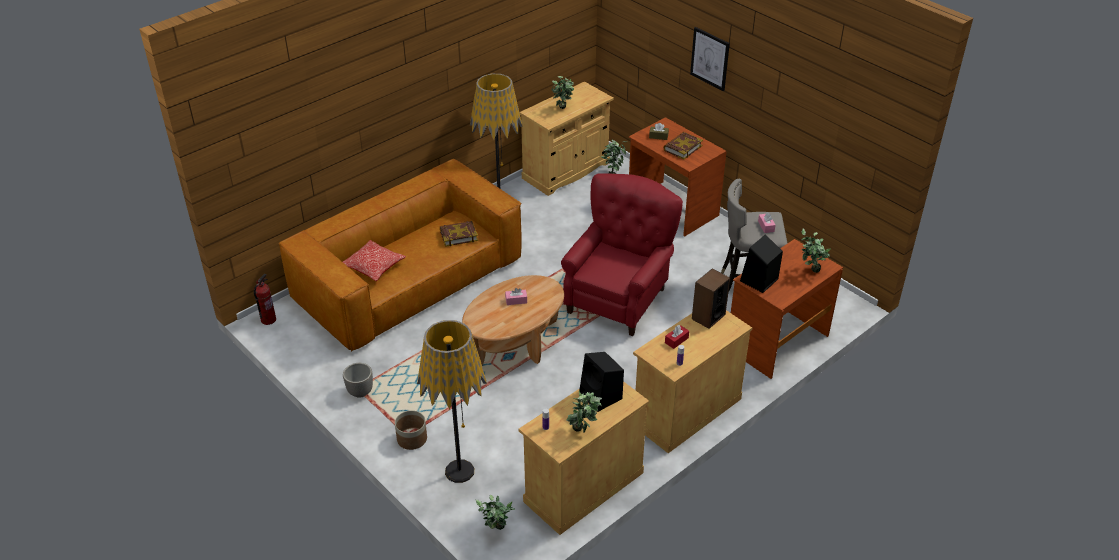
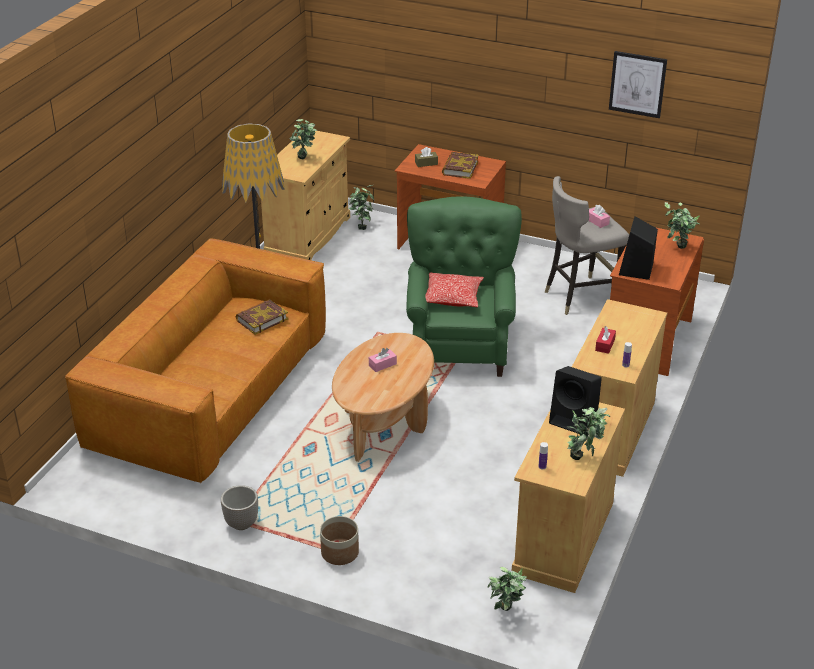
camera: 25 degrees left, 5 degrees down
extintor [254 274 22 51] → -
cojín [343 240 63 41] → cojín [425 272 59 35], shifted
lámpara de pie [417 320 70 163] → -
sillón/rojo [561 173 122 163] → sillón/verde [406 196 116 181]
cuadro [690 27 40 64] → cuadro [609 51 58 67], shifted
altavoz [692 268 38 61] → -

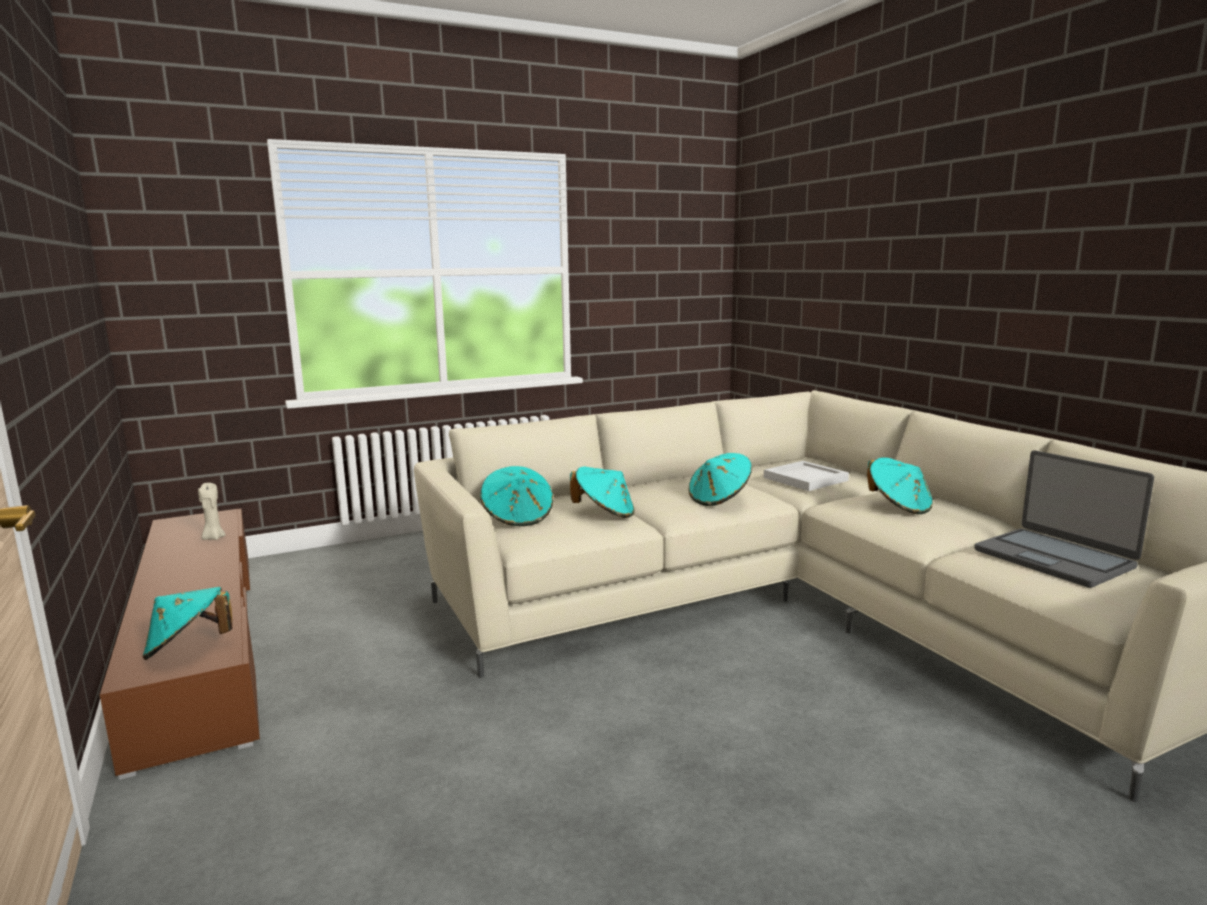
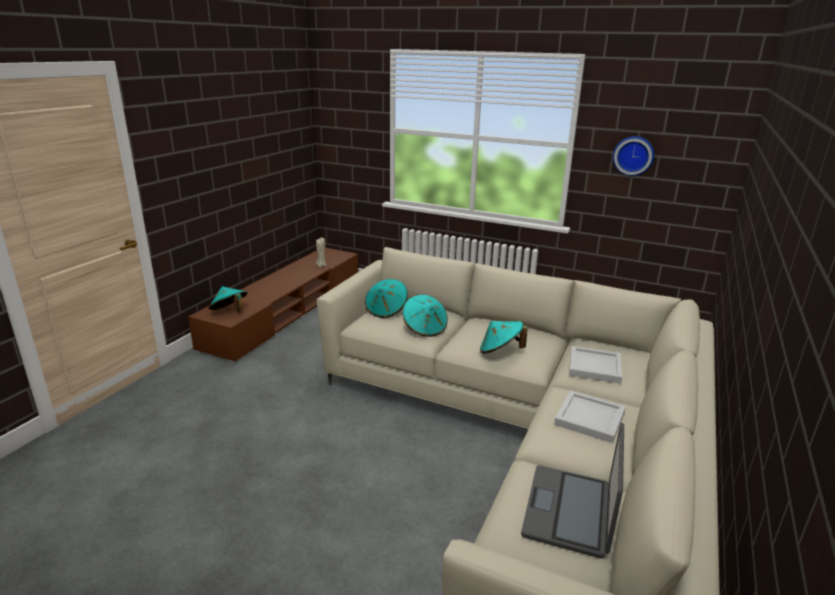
camera: 50 degrees right, 10 degrees up
sombrero/turquesa [867 458 66 56] → bandeja/blanco [554 390 72 53]
- → reloj de pared [613 136 41 40]

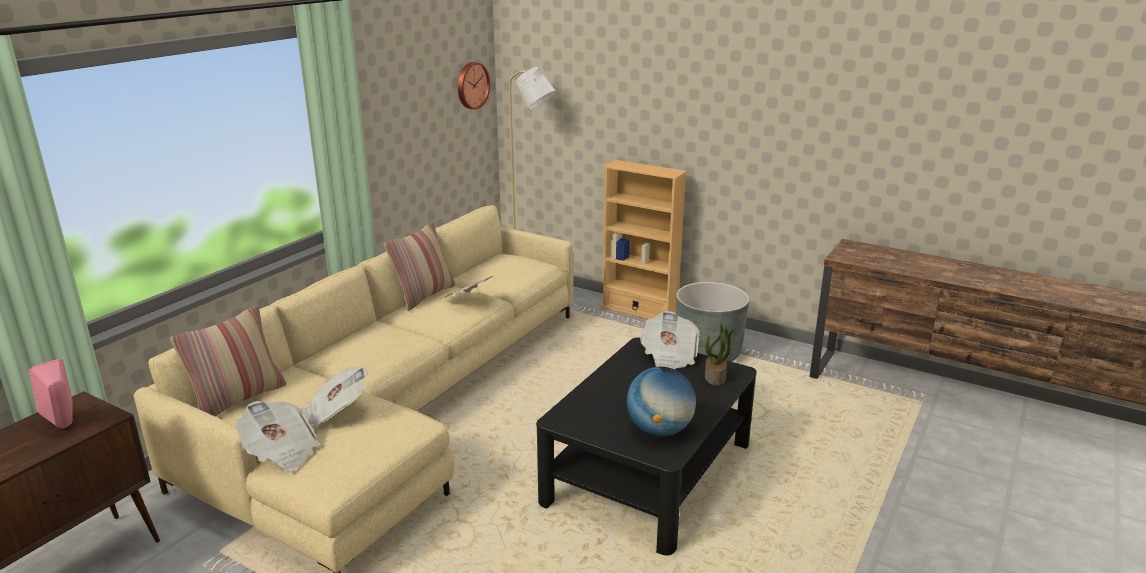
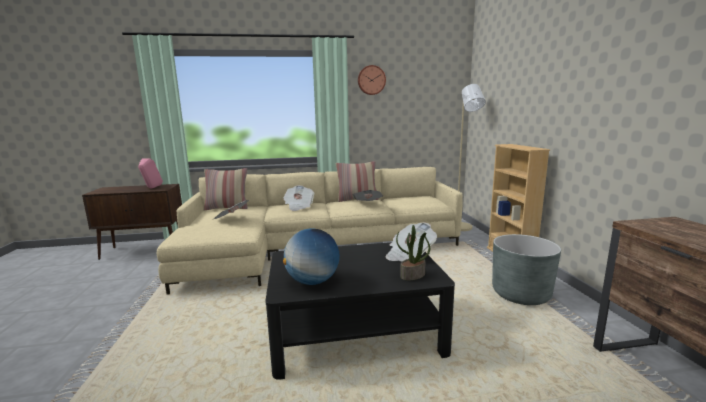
camera: 50 degrees right, 10 degrees down
periódico [235 401 84 70] → periódico [283 185 32 26], shifted
reloj de pared [458 62 32 48] → reloj de pared [358 65 28 30], shifted

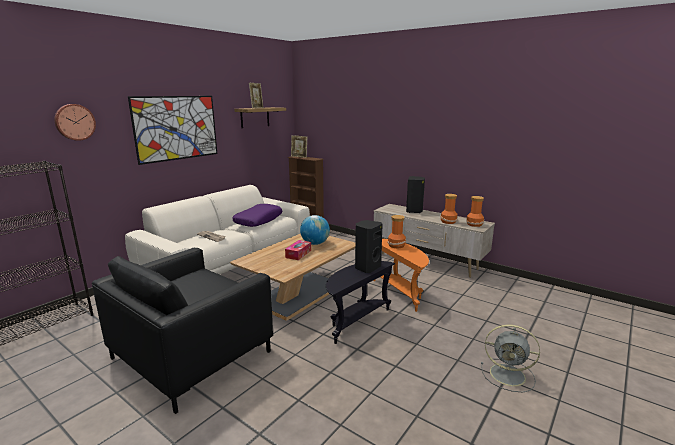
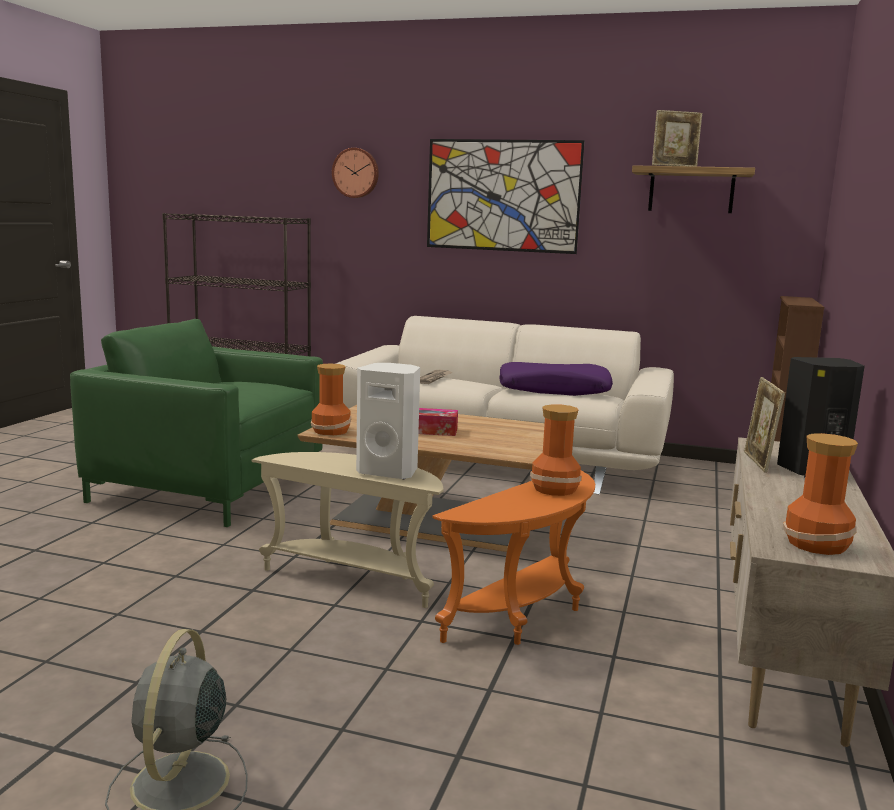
camera: 70 degrees right, 5 degrees down
sillón/negro [92 248 181 166] → sillón/verde [70 319 253 208]
portarretratos [291 135 16 23] → portarretratos [744 377 41 96], shifted
globo terráqueo [300 215 30 30] → -
mesa auxiliar/negro [326 261 69 83] → mesa auxiliar/beis [252 452 192 156]
altavoz/negro [355 220 28 53] → altavoz/blanco [356 363 64 116]
florero [440 194 18 30] → florero [311 364 40 71], shifted

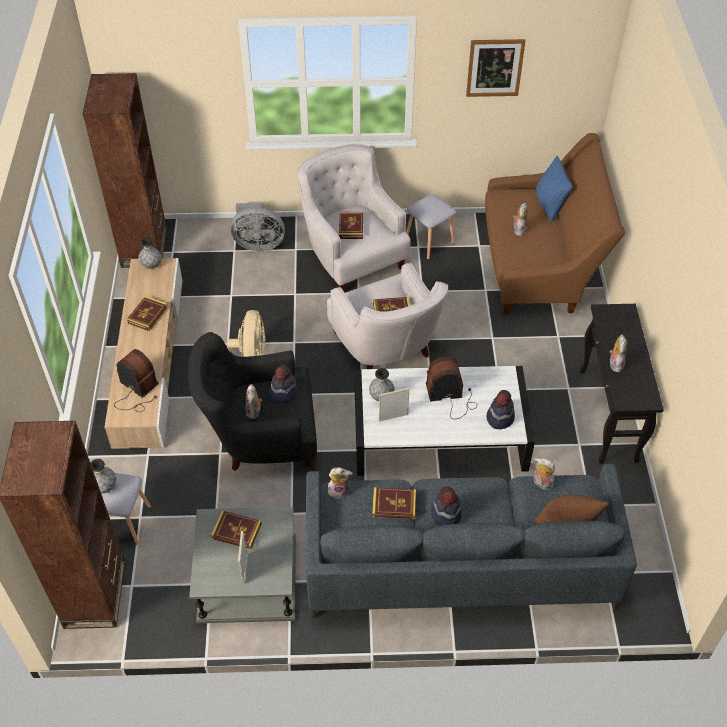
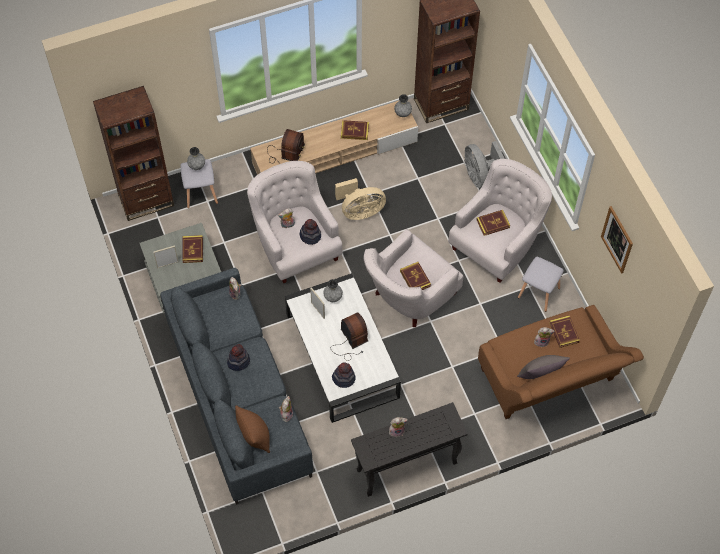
camera: 70 degrees right, 10 degrees up
sillón/negro [188 332 129 139] → sillón/blanco [247 161 96 122]
libro [372 487 44 32] → libro [549 316 31 32], shifted
cojín/azul [536 156 37 66] → -
- → cojín/gris [517 355 53 24]

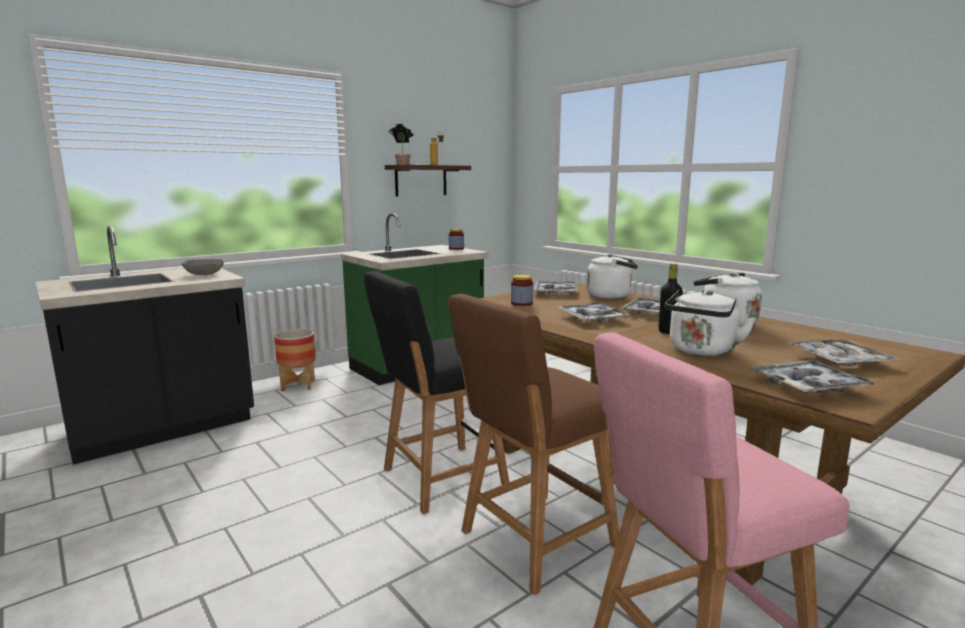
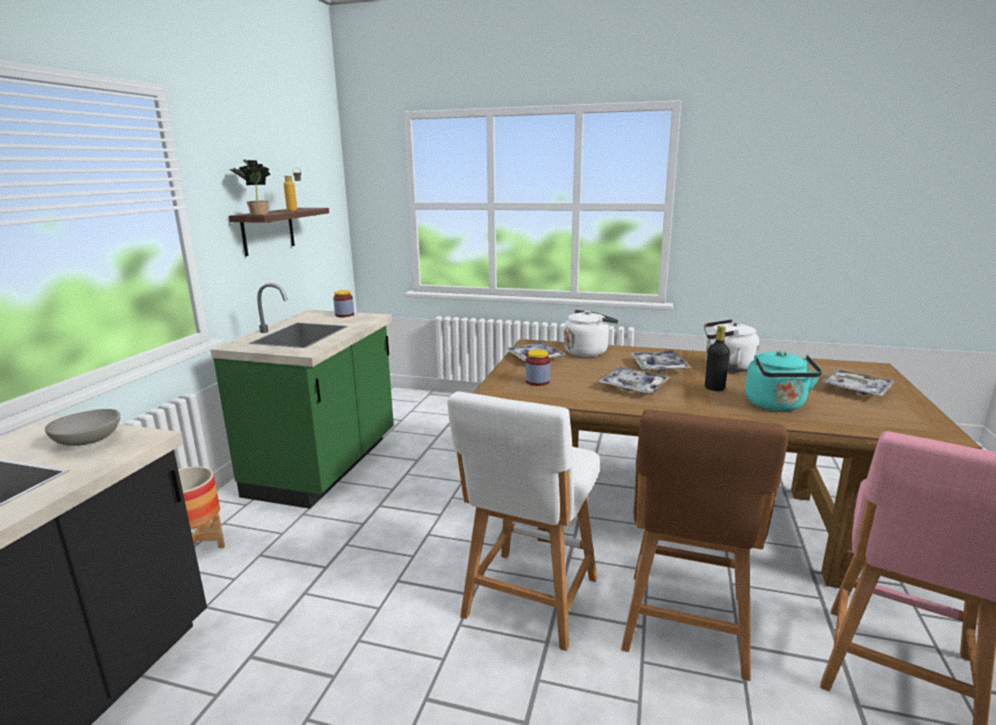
camera: 35 degrees left, 5 degrees up
taburete/negro [364 271 145 243] → taburete/blanco [447 391 153 260]
hervidor/blanco [665 289 90 67] → hervidor/turquesa [745 351 77 60]
bandeja [751 360 125 34] → -

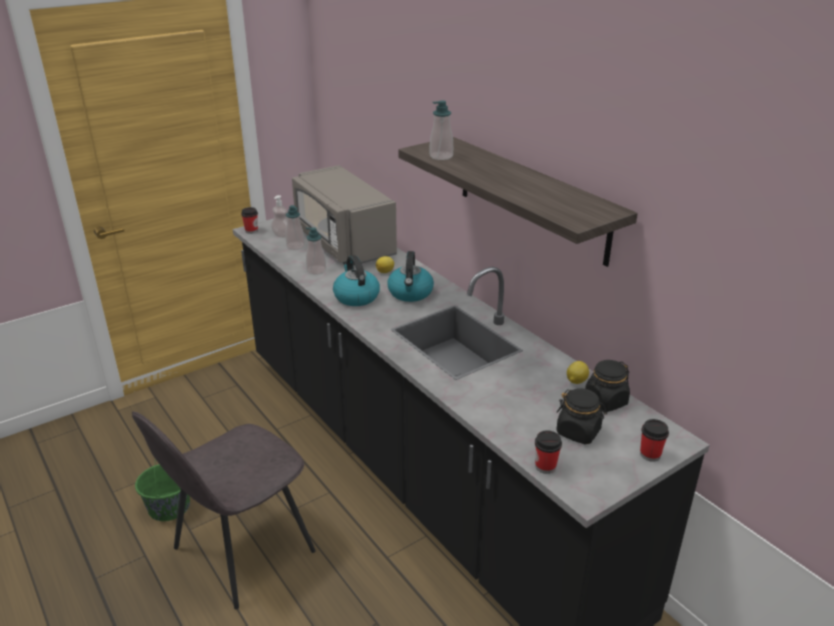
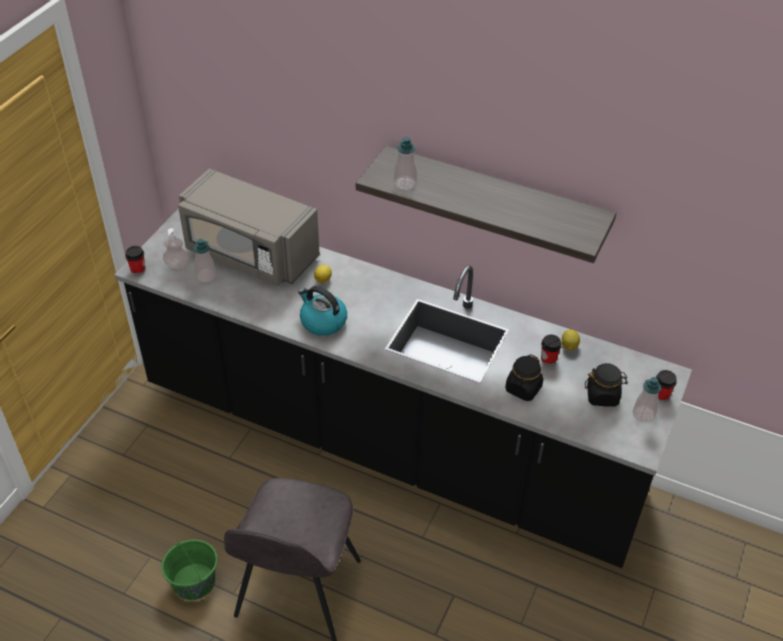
camera: 30 degrees left, 15 degrees up
dispensador de jabón [306 227 20 48] → dispensador de jabón [633 377 28 46], shifted
hervidor [387 251 47 51] → -
taza [535 430 27 44] → taza [541 335 21 31], shifted
tarro/negro [585 360 45 52] → tarro/negro [505 354 38 47], shifted

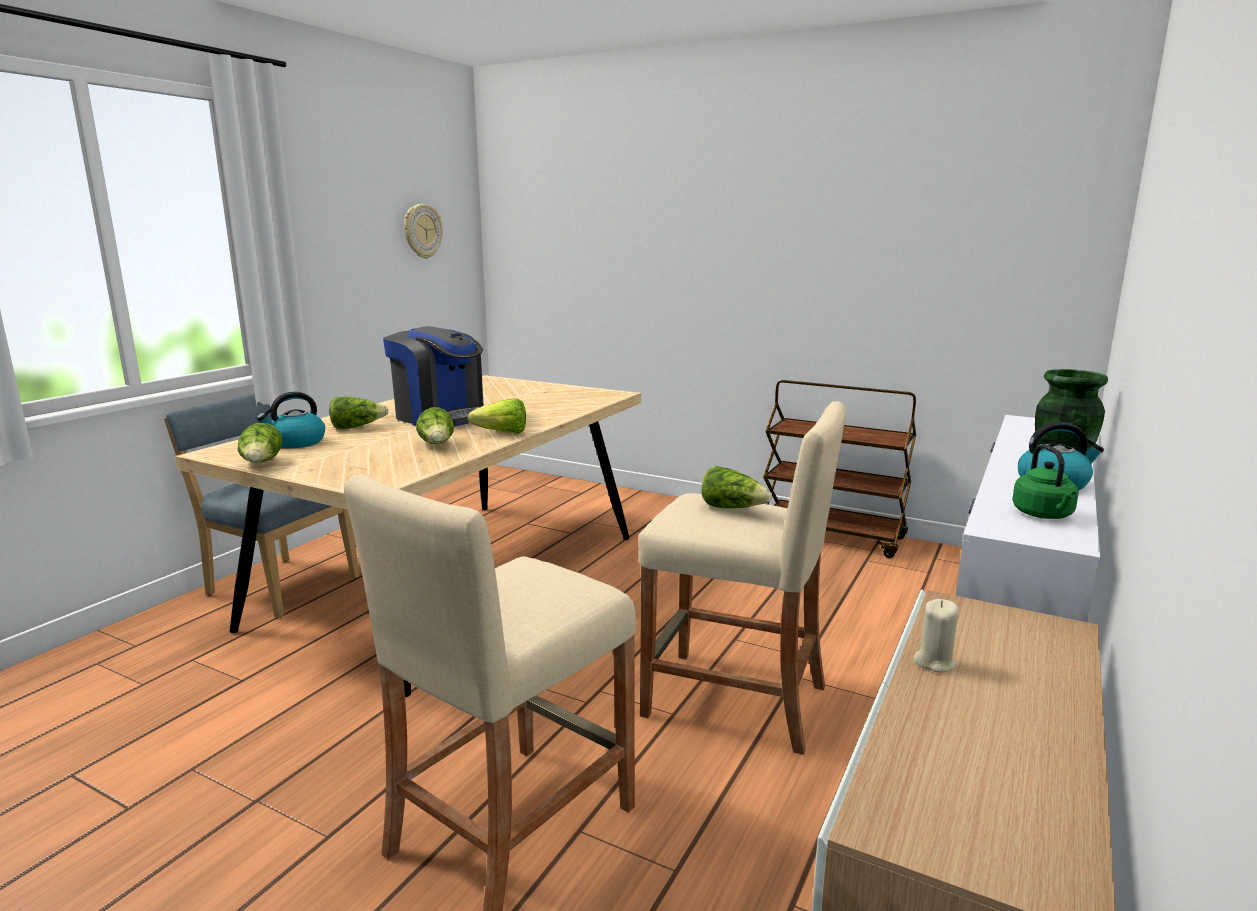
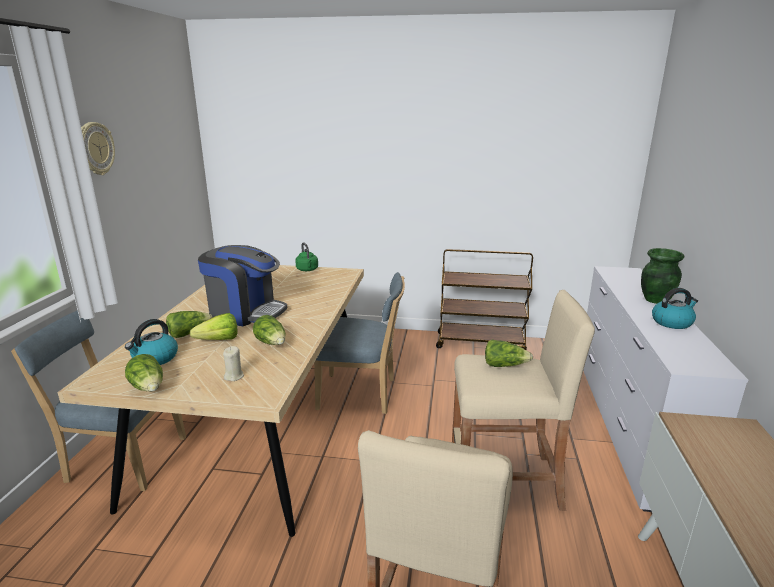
camera: 20 degrees left, 5 degrees up
reloj de pared [404 204 39 55] → reloj de pared [81 122 34 53], shifted
lechuga [468 399 58 35] → lechuga [190 313 47 27], shifted
vela/beis [914 599 45 74] → vela/beis [223 346 21 35], shifted
hervidor/verde [1012 444 67 75] → hervidor/verde [295 242 23 29], shifted
- → silla/azul [314 272 91 142]

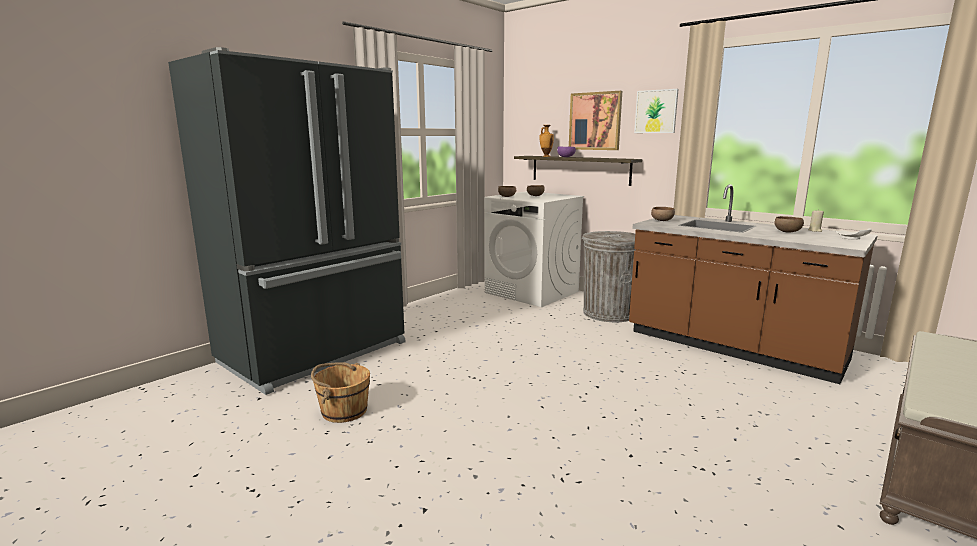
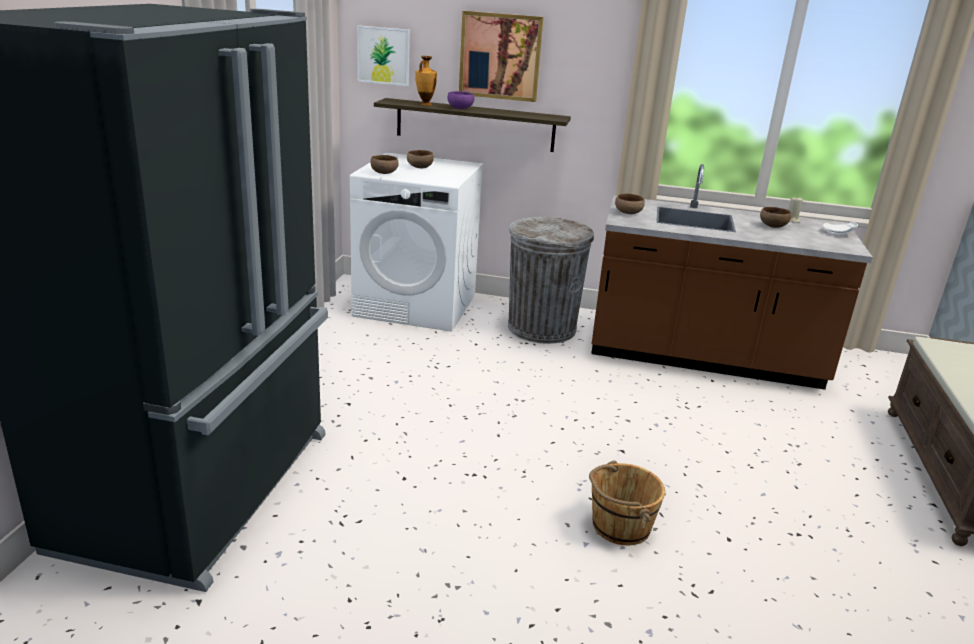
camera: 30 degrees left, 10 degrees up
cubo/marrón [311 362 59 61] → cubo/marrón [589 460 76 85], shifted
cuadro [634 89 44 44] → cuadro [357 25 53 61], shifted

